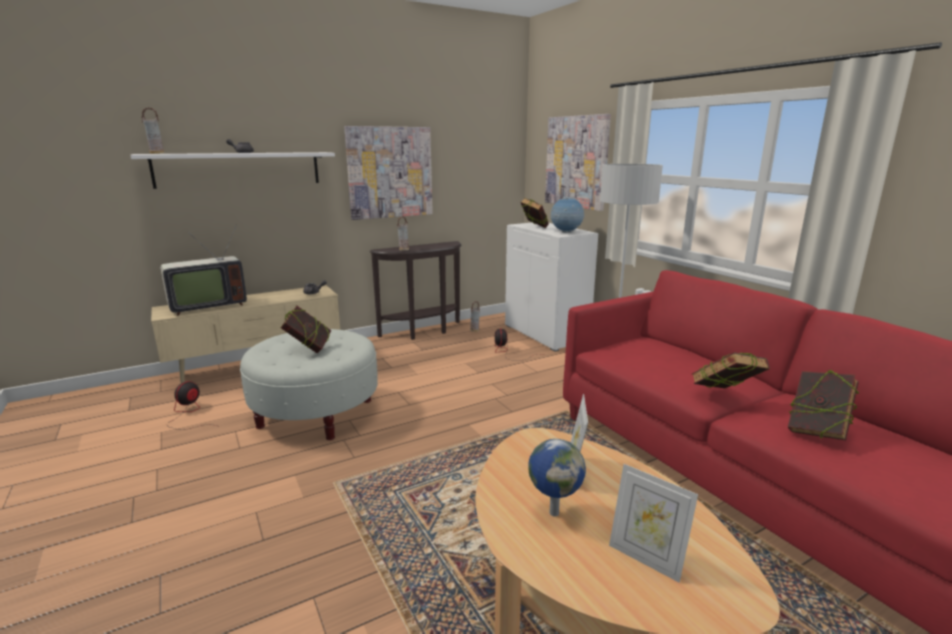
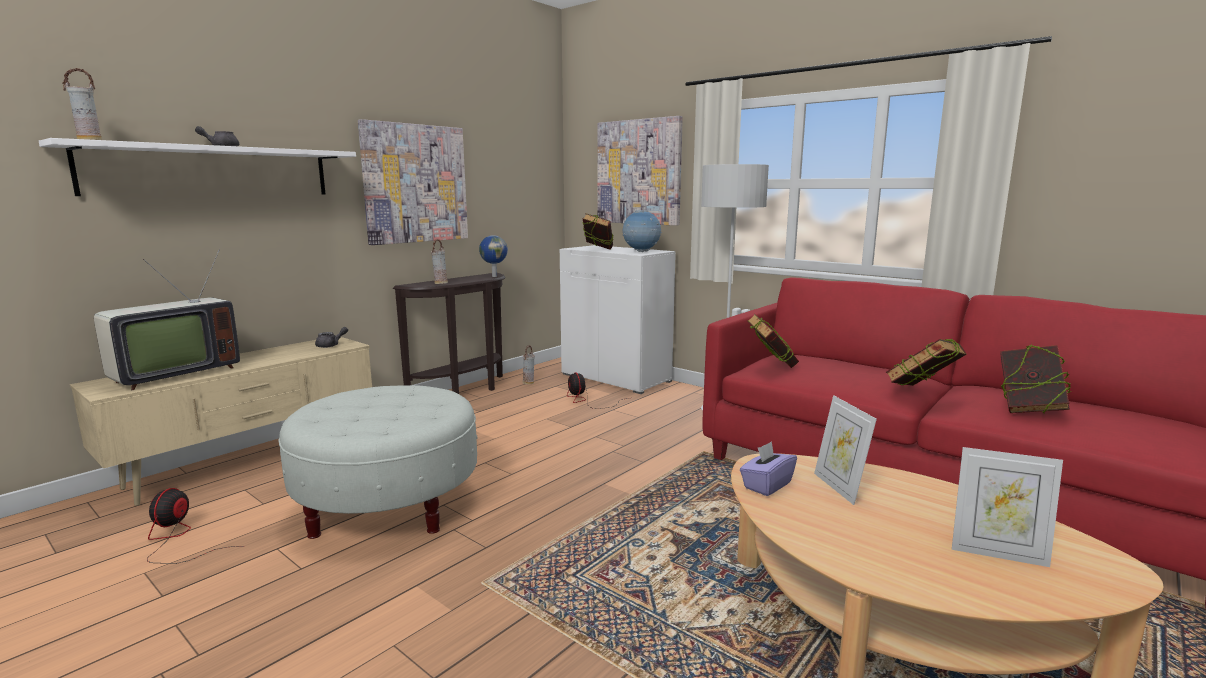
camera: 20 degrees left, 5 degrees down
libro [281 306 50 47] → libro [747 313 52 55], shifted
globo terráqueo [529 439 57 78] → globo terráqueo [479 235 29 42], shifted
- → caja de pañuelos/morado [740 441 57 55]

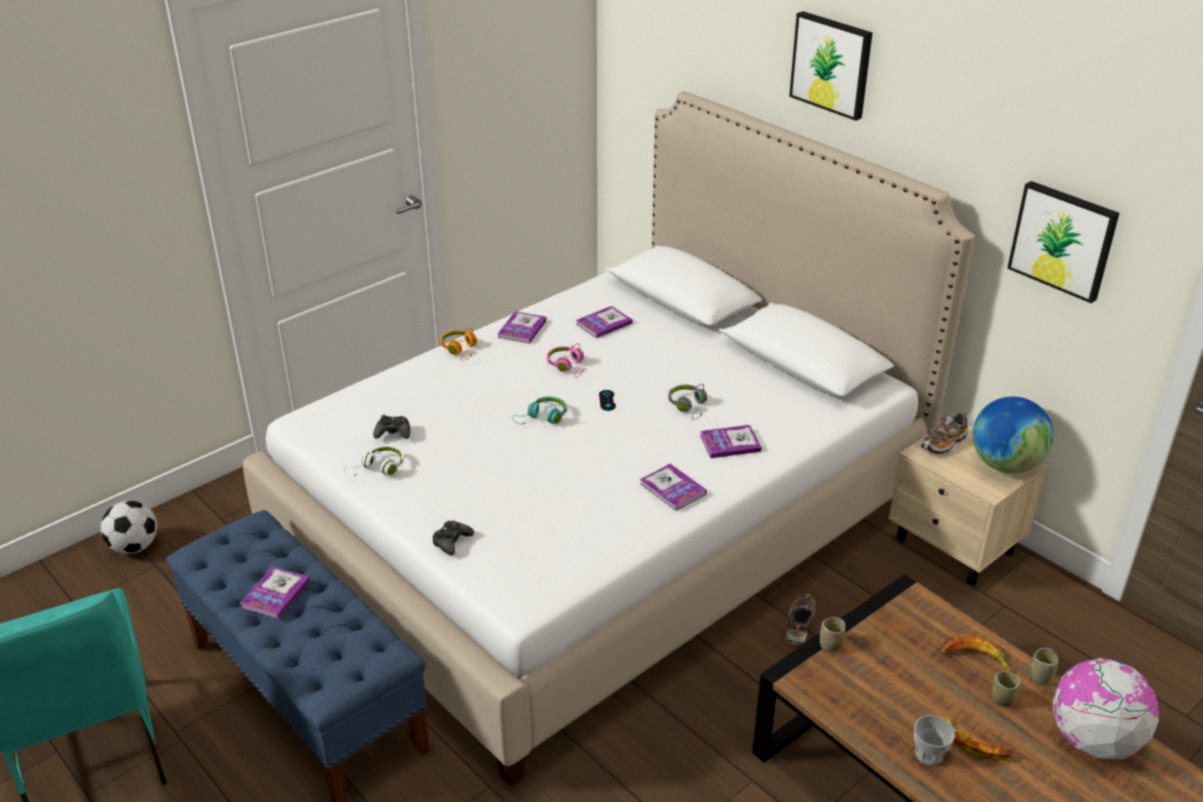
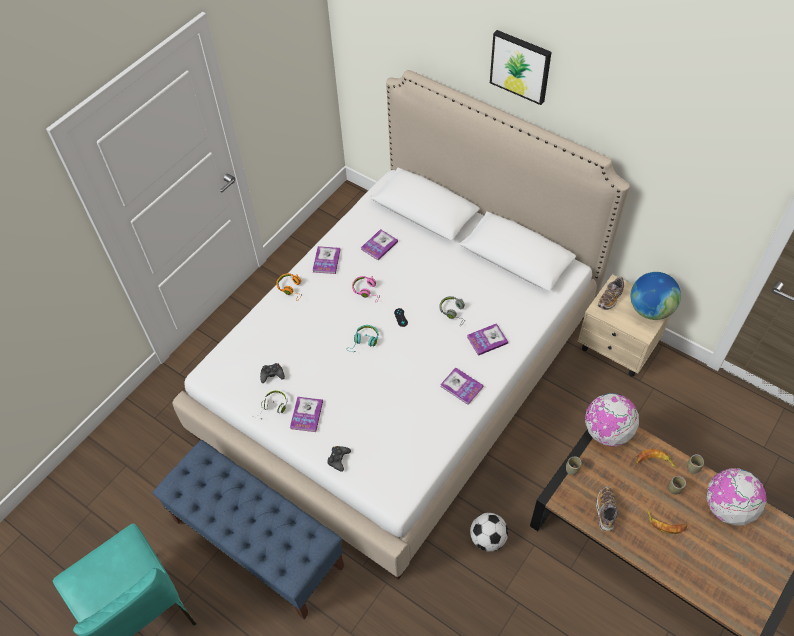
camera: 10 degrees left, 20 degrees up
balón de fútbol [101 501 56 53] → balón de fútbol [470 513 38 38], shifted
libro [240 566 70 53] → libro [290 397 33 35], shifted
zapato [786 594 29 51] → zapato [596 487 22 44], shifted
taza [914 715 41 51] → -
cuadro [1007 181 112 122] → -
- → globo terráqueo [585 393 54 54]

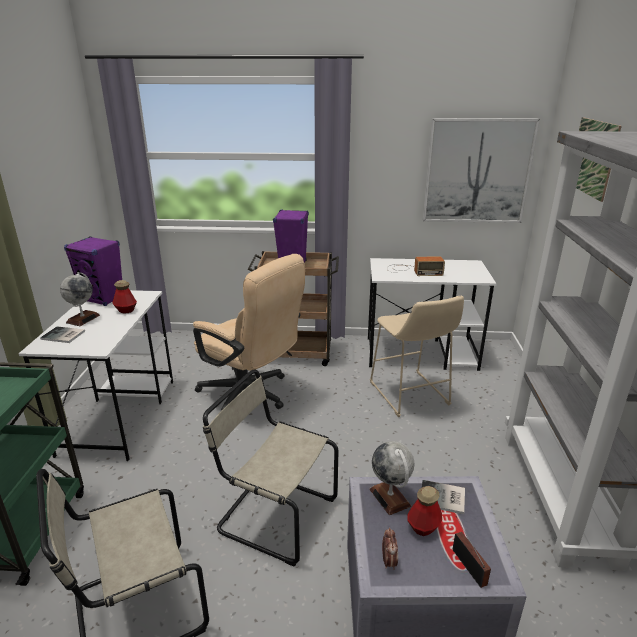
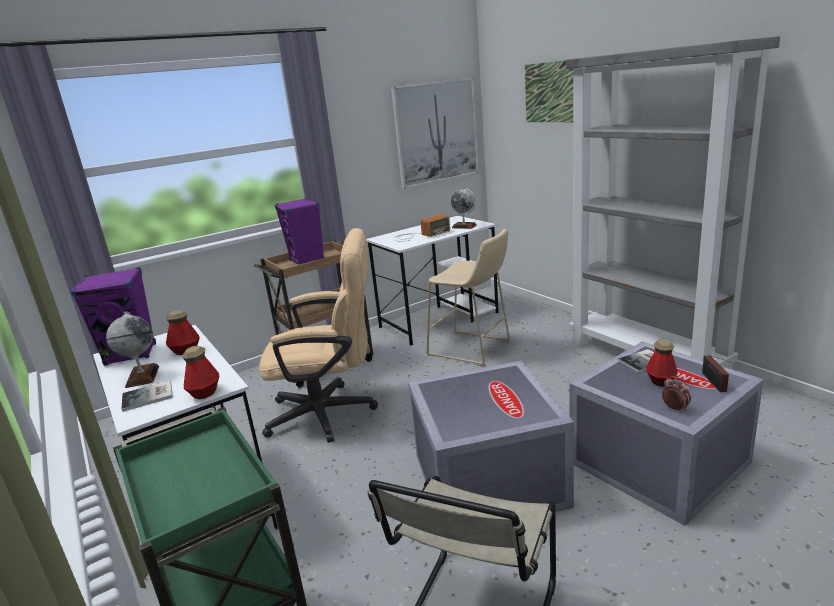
camera: 35 degrees left, 5 degrees down
silla/beis [203 370 135 196] → caja de almacenaje/gris [408 361 166 151]
globo terráqueo [369 441 45 74] → globo terráqueo [451 188 26 41], shifted
radio [453 516 38 72] → radio [702 355 28 37], 120 degrees counterclockwise
- → botella [182 346 37 53]

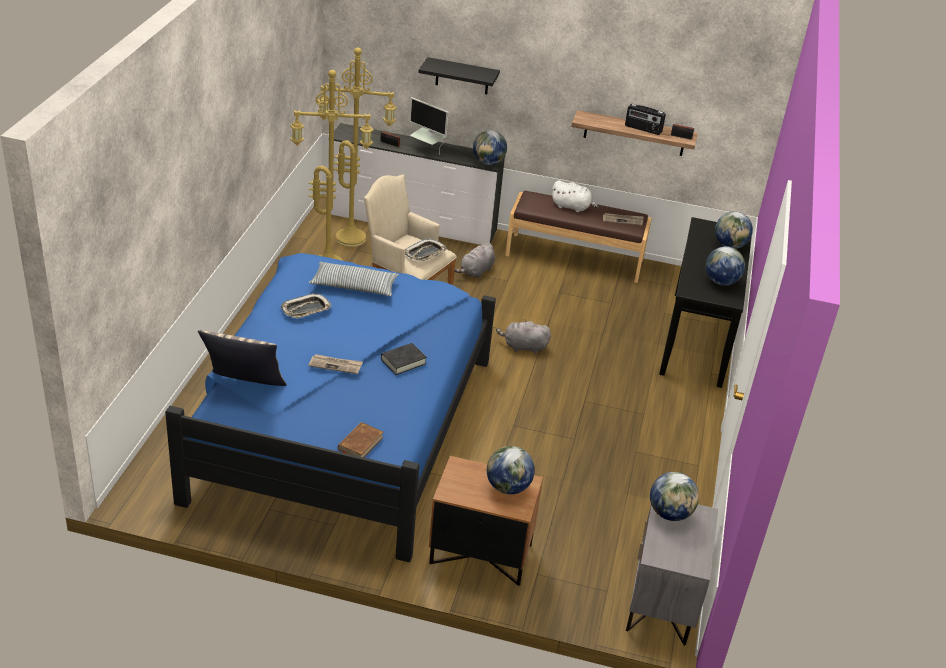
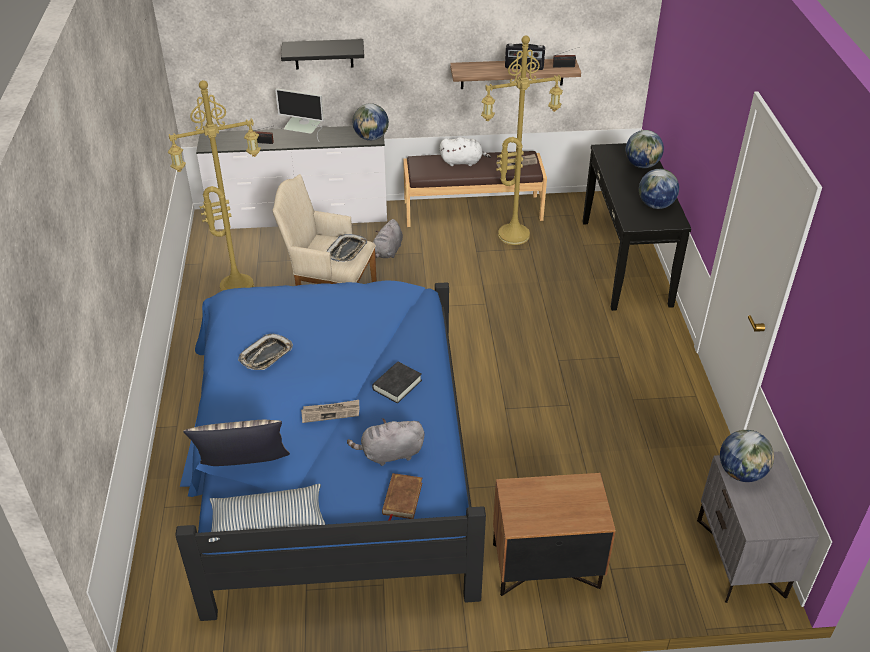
camera: 15 degrees left, 5 degrees up
cojín [309 262 90 34] → cojín [209 484 116 58], shifted
lámpara de pie/amarillo [317 47 80 200] → lámpara de pie/amarillo [481 35 82 210], shifted
globo terráqueo [487 446 48 49] → -
peluche/gris [496 319 55 35] → peluche/gris [347 418 77 48], shifted

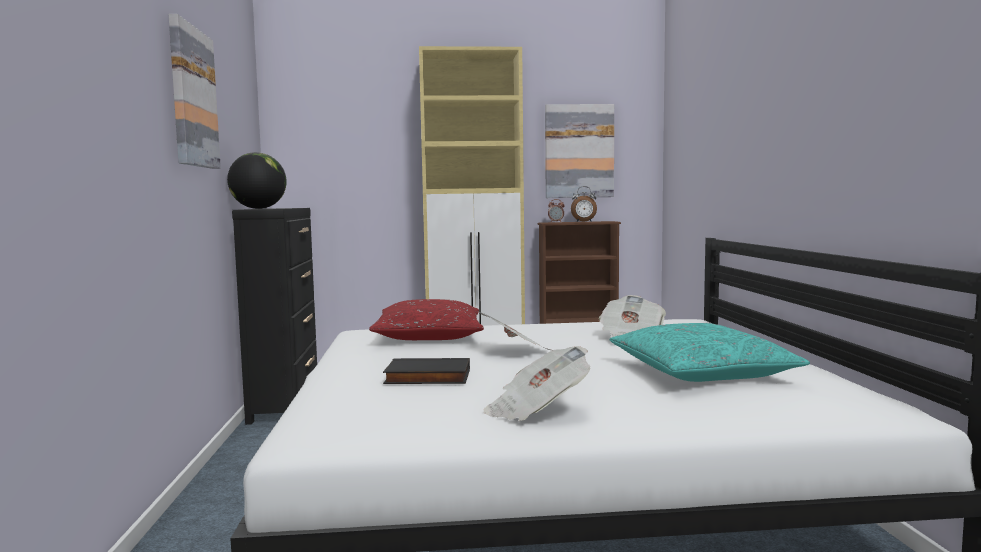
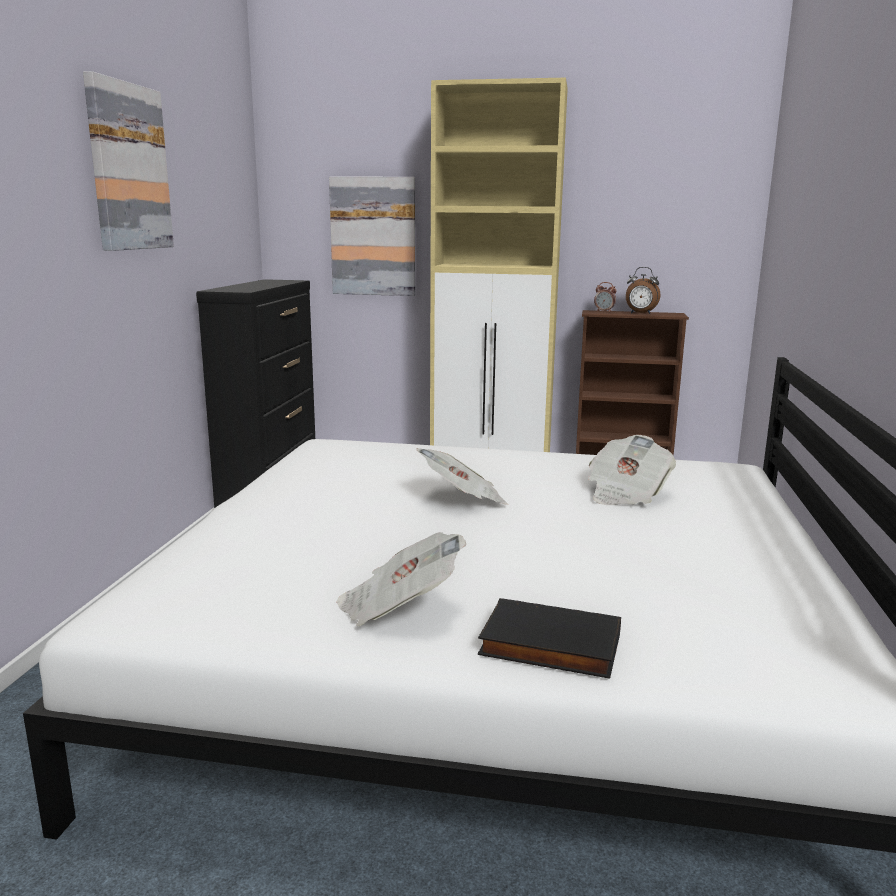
camera: 15 degrees right, 10 degrees up
globo terráqueo [227 152 60 57] → -
cojín/rojo [369 299 115 41] → -
libro/negro [383 358 87 26] → libro/negro [478 598 143 81], shifted
cuadro [545 104 69 94] → cuadro [329 177 86 119], shifted
cojín/turquesa [610 323 200 59] → -

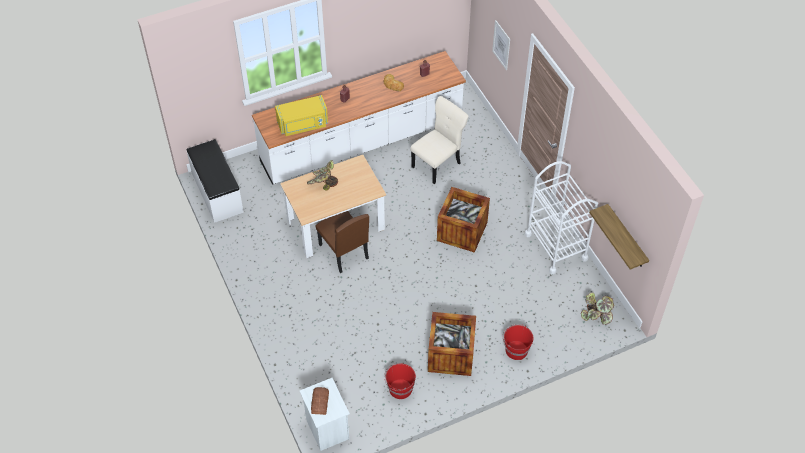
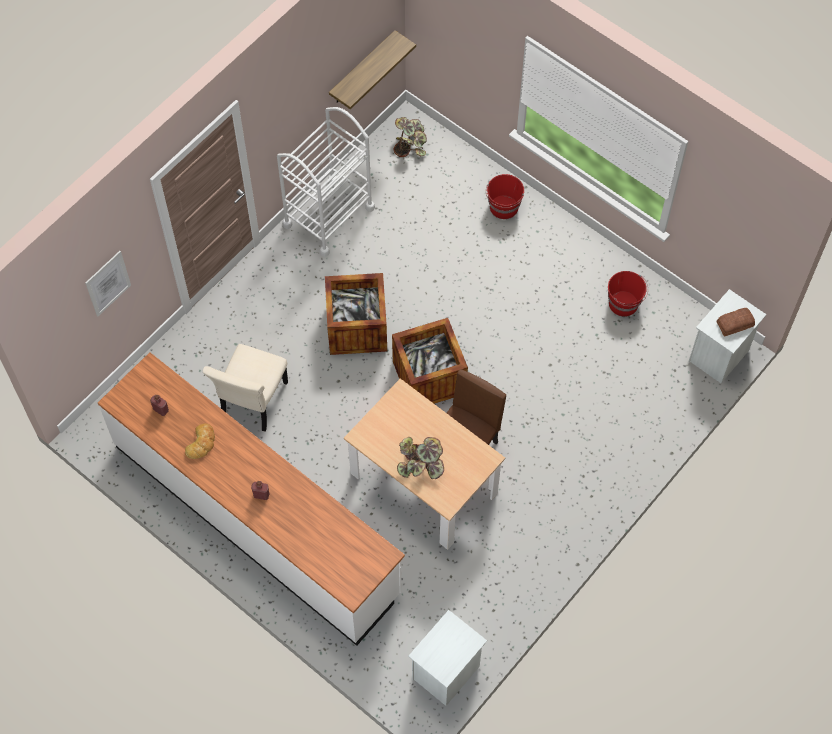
camera: 115 degrees left, 10 degrees up
banco/blanco [187 139 57 84] → mesita de noche/blanco [408 610 79 96]
microondas/amarillo [275 95 53 41] → -
silla/beis [410 96 59 88] → silla/beis [203 344 85 88], 90 degrees counterclockwise
caja de embalaje [428 312 48 64] → caja de embalaje [392 318 76 86], shifted

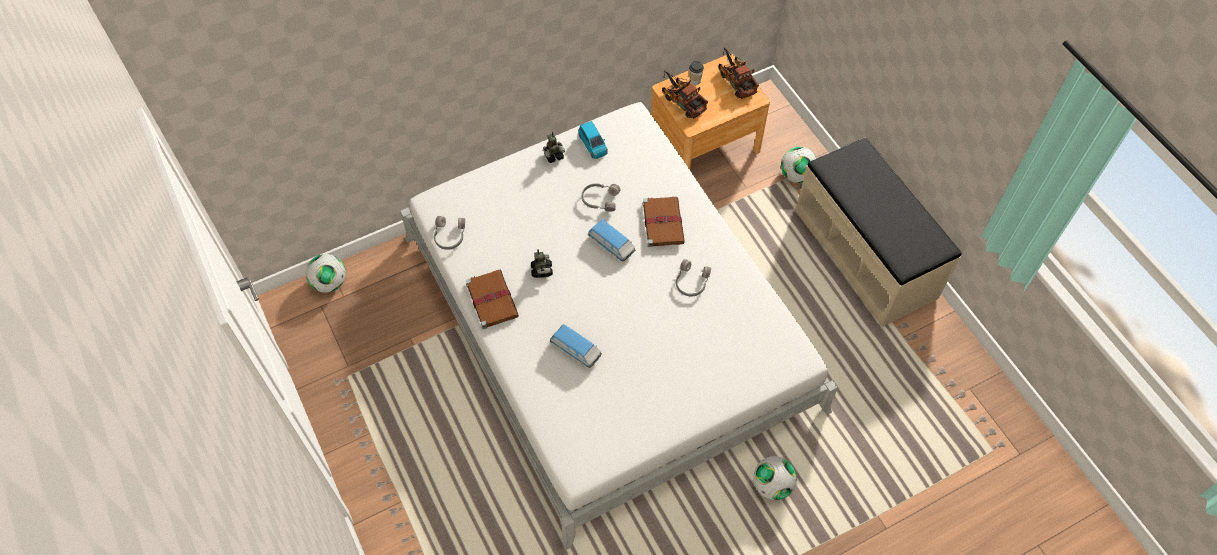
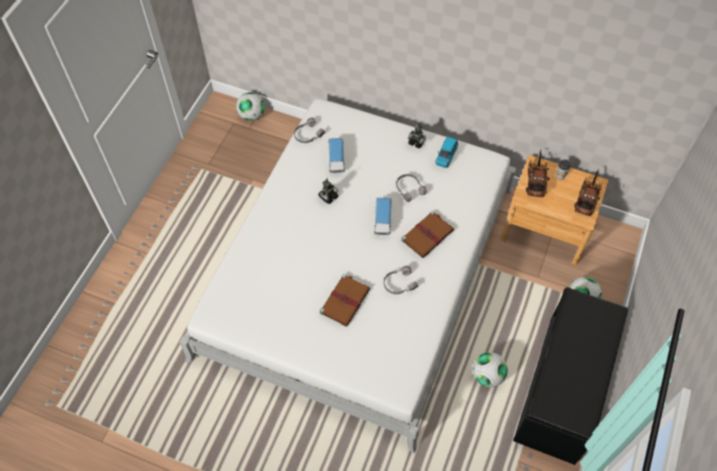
camera: 50 degrees right, 0 degrees up
libro/marrón [466 270 53 59] → libro/marrón [320 274 50 53], shifted
coche de juguete [550 324 52 44] → coche de juguete [328 138 17 34], shifted
balón de fútbol [753 456 44 44] → balón de fútbol [473 352 35 35], shifted
banco/beis [795 137 167 190] → banco/negro [513 287 115 178]

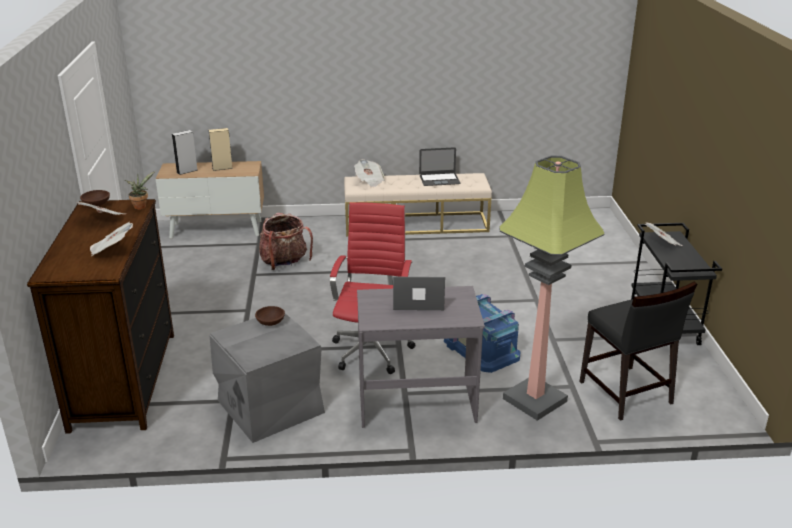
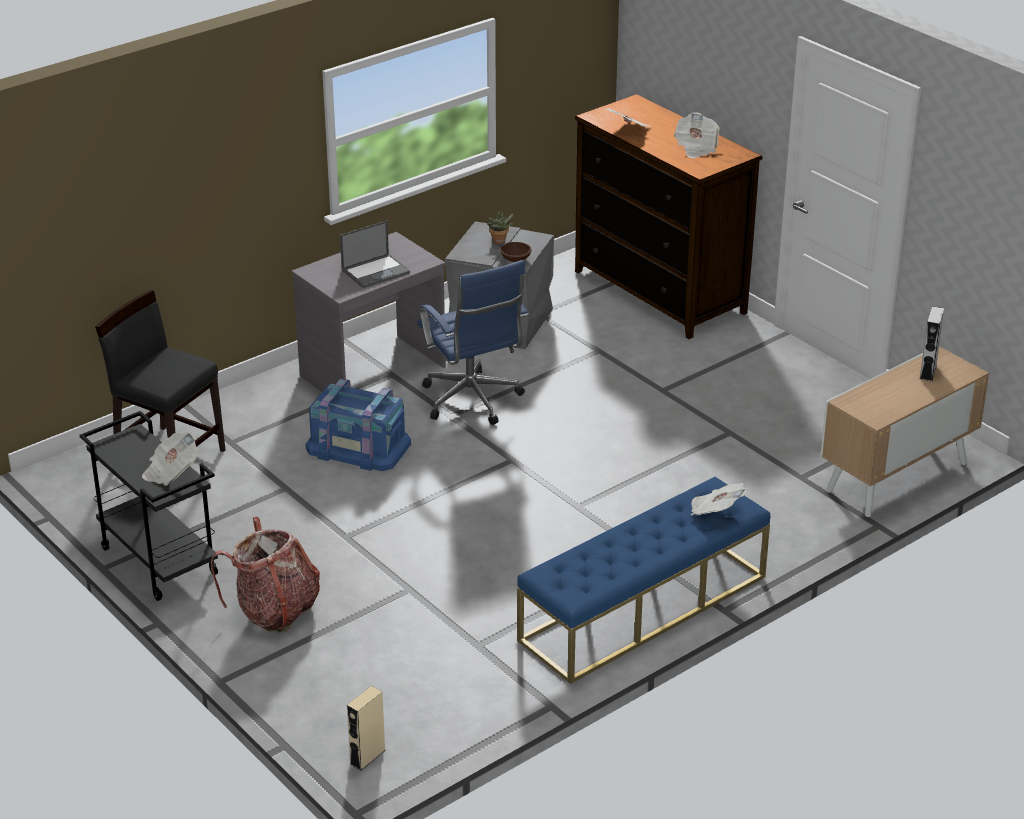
camera: 145 degrees right, 5 degrees up
cuenco/marrón [80 190 30 16] → -
planta en maceta [125 171 30 39] → planta en maceta [487 212 27 32], shifted
altavoz/beis [208 128 25 43] → altavoz/beis [347 686 39 85], shifted
mochila [259 213 54 57] → mochila [211 516 109 116], shifted
silla de oficina/rojo [330 202 85 172] → silla de oficina/azul [417 260 112 165]
banco/beis [344 173 148 63] → banco/azul [517 477 253 207]
portátil [419 147 41 39] → -
lámpara de pie [499 155 106 266] → -

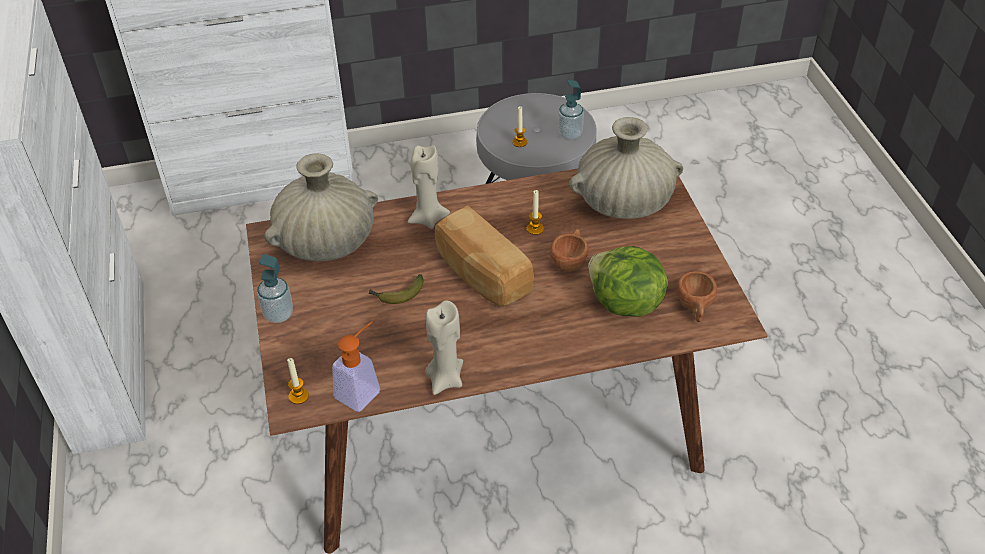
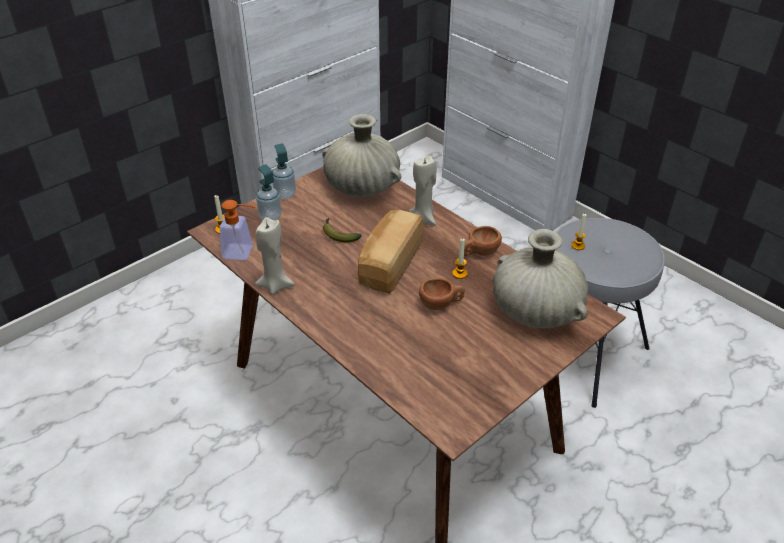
camera: 60 degrees right, 5 degrees down
dispensador de jabón [558 80 26 60] → dispensador de jabón [256 164 26 57], shifted
lechuga [588 246 80 71] → -
taza/marrón [677 271 40 51] → taza/marrón [464 226 38 30], shifted

